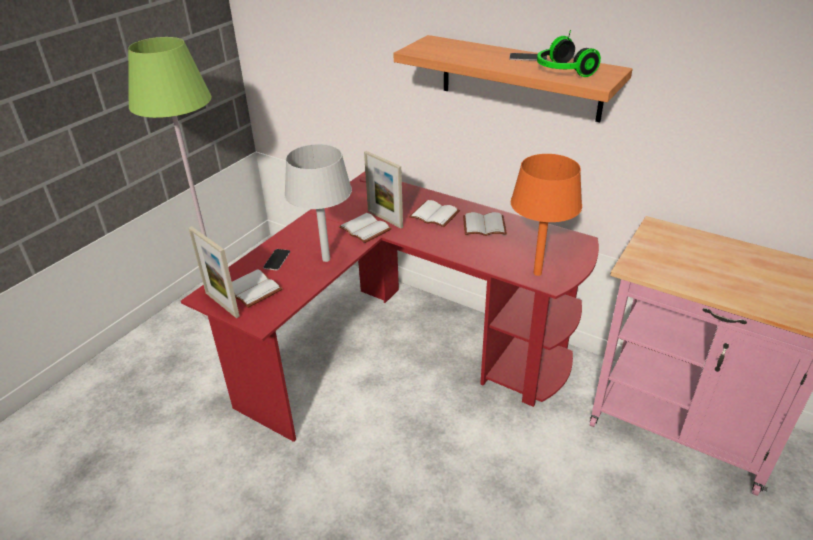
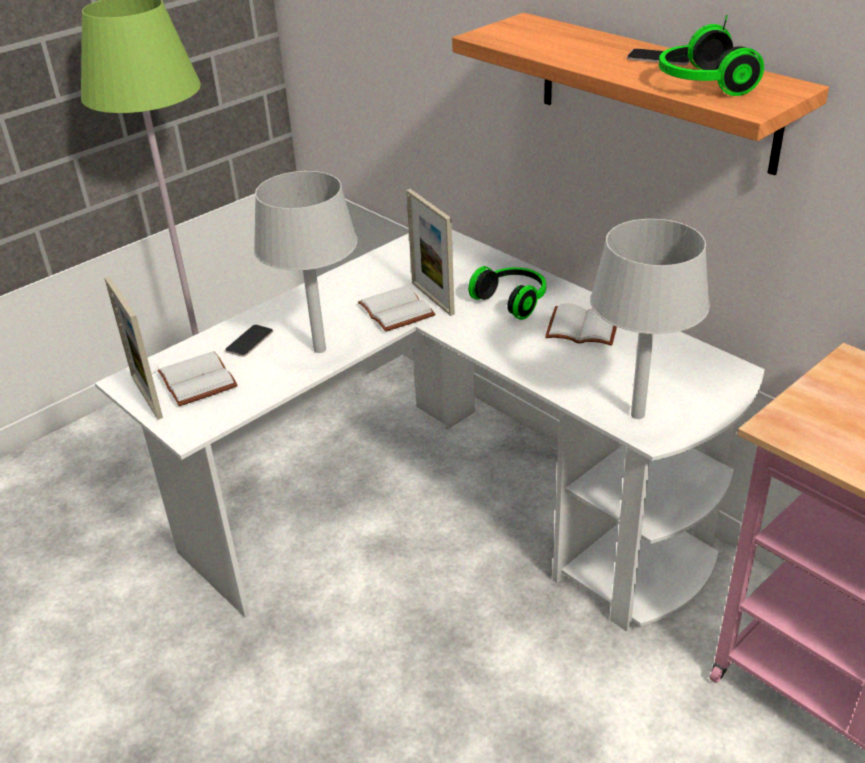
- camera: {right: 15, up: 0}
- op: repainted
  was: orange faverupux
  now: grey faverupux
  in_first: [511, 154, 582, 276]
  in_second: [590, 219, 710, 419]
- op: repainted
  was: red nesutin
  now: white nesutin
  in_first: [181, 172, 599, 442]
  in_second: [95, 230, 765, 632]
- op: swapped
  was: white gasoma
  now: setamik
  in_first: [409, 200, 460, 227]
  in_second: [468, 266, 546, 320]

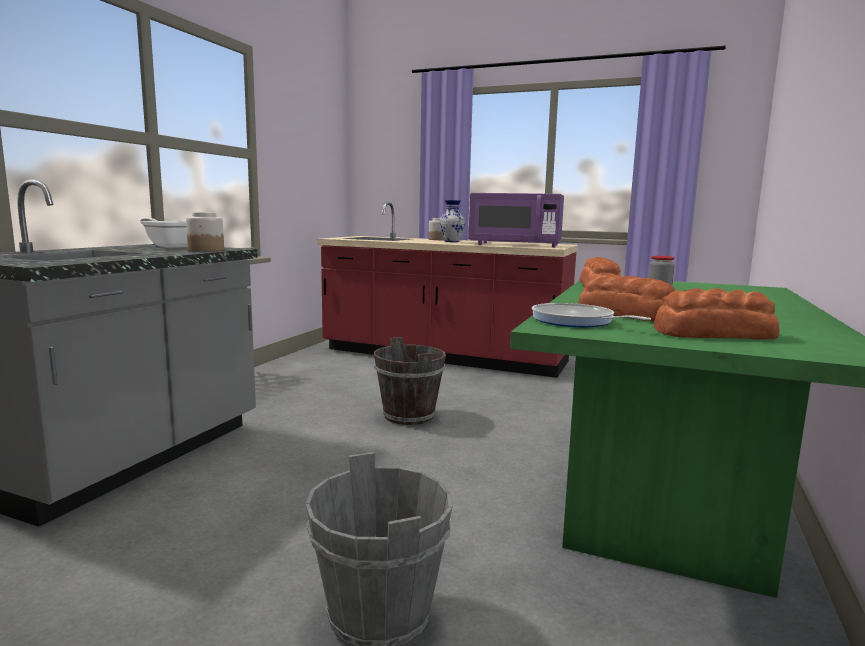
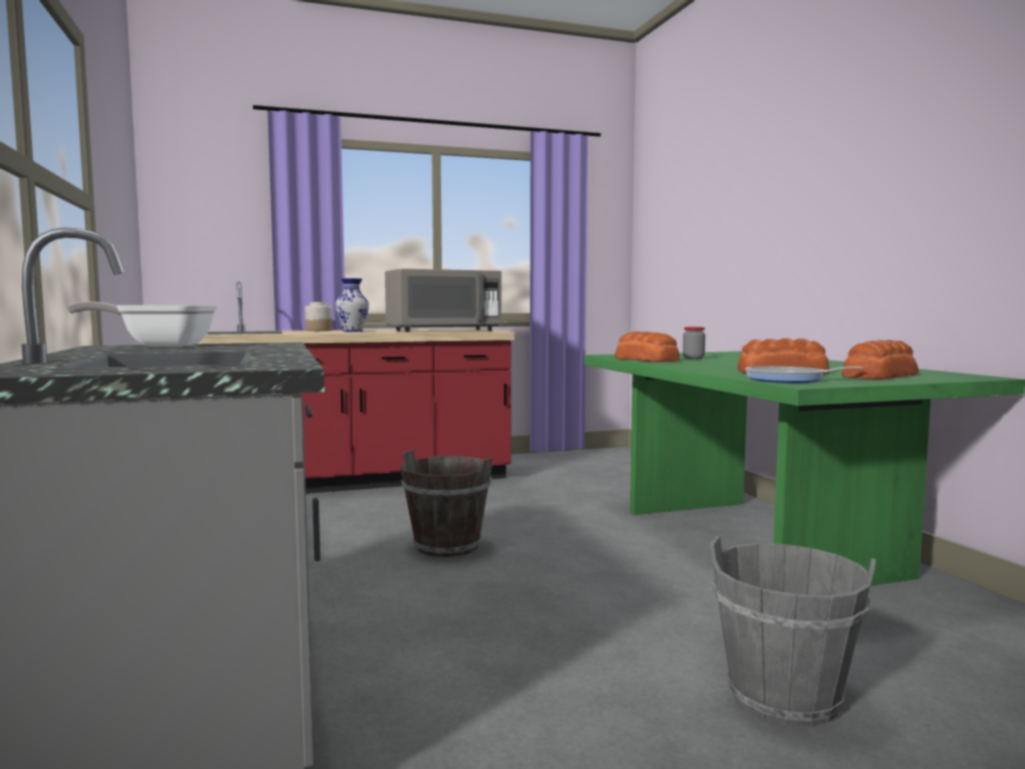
- camera: {right: -40, up: -5}
- op: repainted
  was: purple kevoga
  now: grey kevoga
  in_first: [468, 193, 564, 247]
  in_second: [385, 269, 502, 332]
- op: gone
  was: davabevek
  in_first: [186, 212, 224, 251]

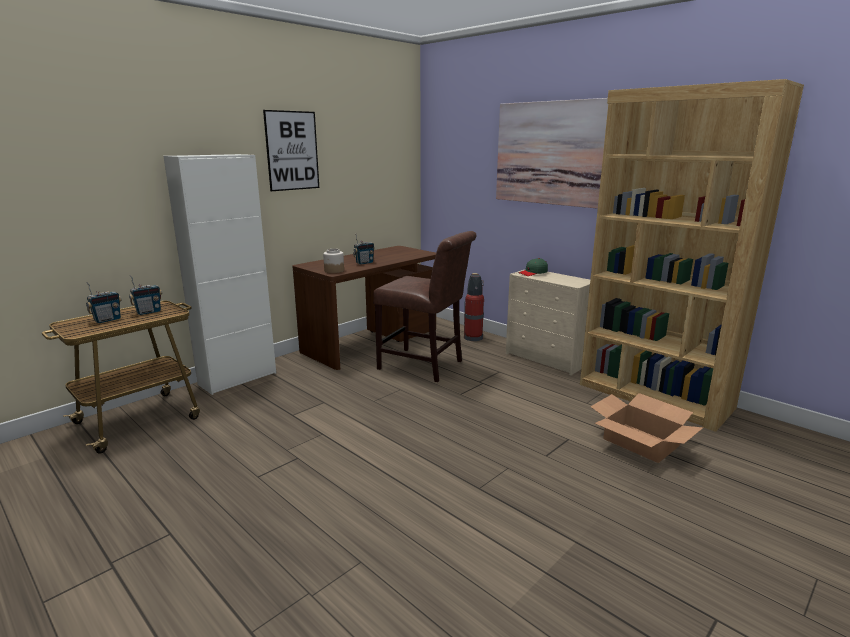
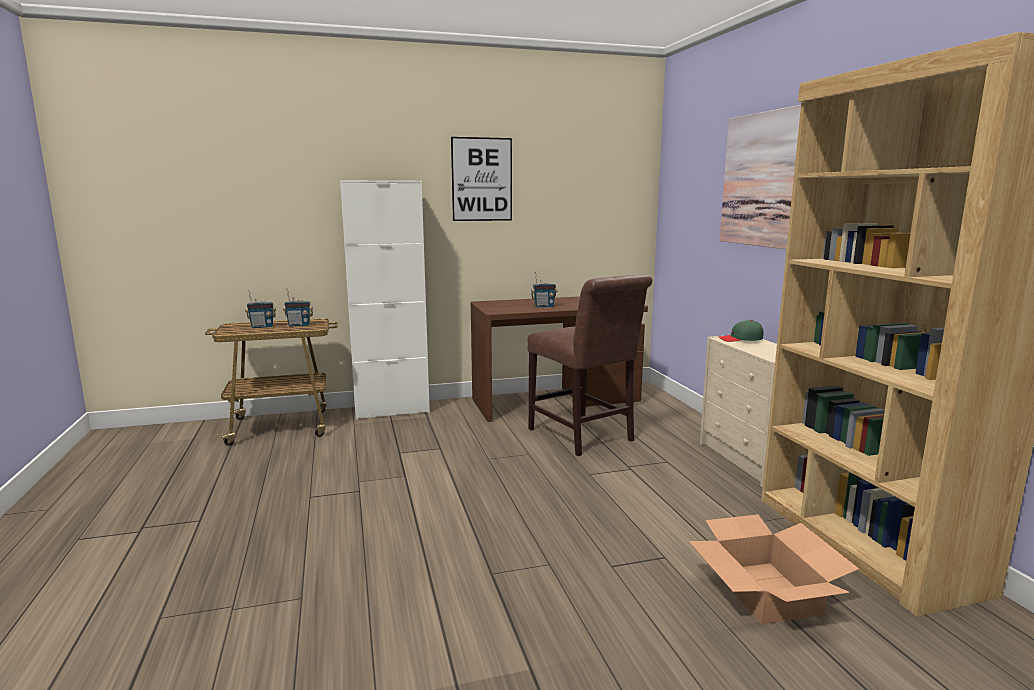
- camera: {right: 30, up: -5}
- op: gone
  was: davabevek
  in_first: [323, 249, 344, 273]
- op: gone
  was: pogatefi
  in_first: [464, 273, 484, 341]

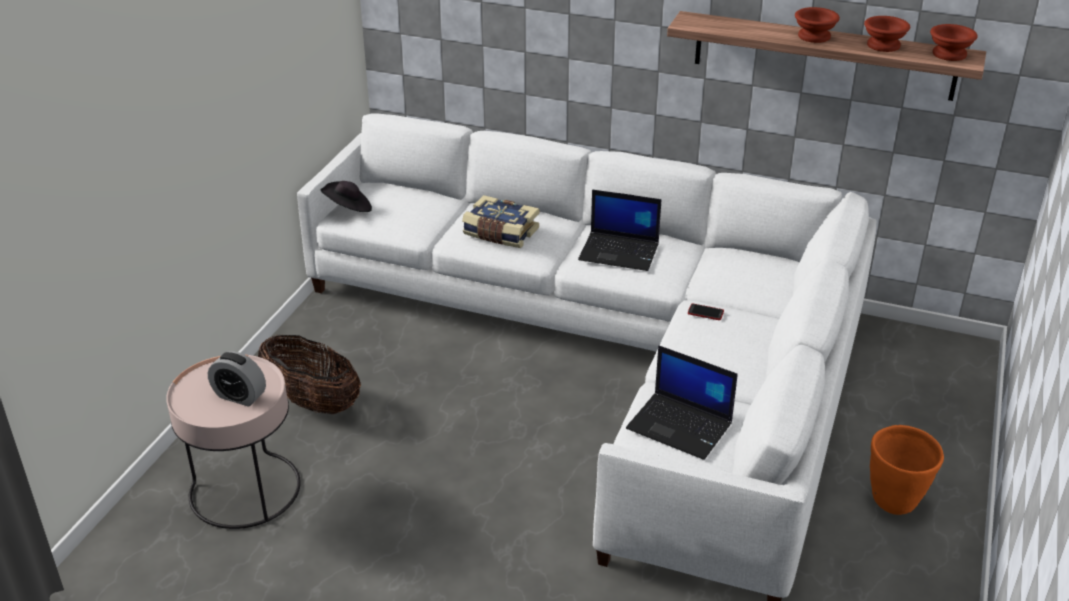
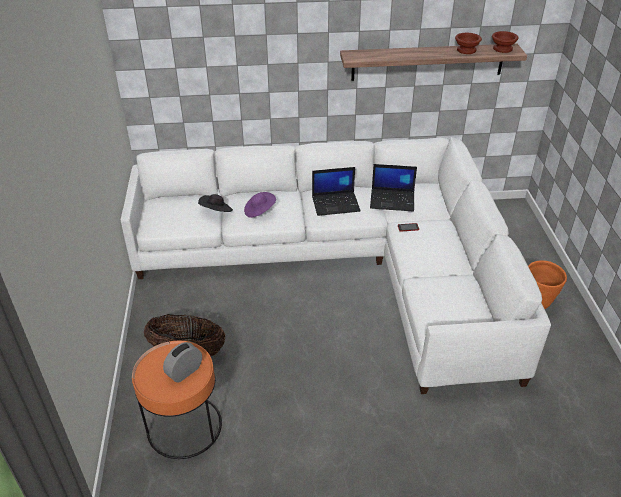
- camera: {right: -25, up: 5}
- op: gone
  was: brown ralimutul
  in_first: [795, 7, 840, 43]
- op: shifted
  was: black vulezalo
  in_first: [321, 181, 372, 212]
  in_second: [198, 194, 233, 212]
- op: swapped
  was: gasoma
  now: purple vulezalo
  in_first: [462, 195, 539, 248]
  in_second: [244, 192, 276, 218]
- op: shifted
  was: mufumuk
  in_first: [626, 345, 738, 460]
  in_second: [370, 164, 417, 212]
- op: rotated
  was: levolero
  in_first: [208, 351, 266, 407]
  in_second: [163, 342, 202, 382]
  clockwise: 135
- op: repainted
  was: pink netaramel
  now: orange netaramel
  in_first: [166, 355, 301, 529]
  in_second: [132, 341, 222, 459]

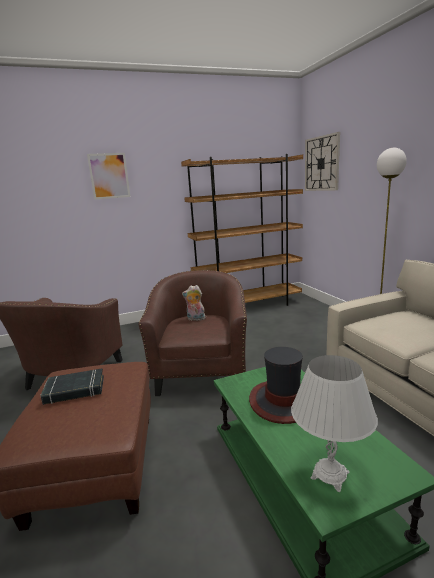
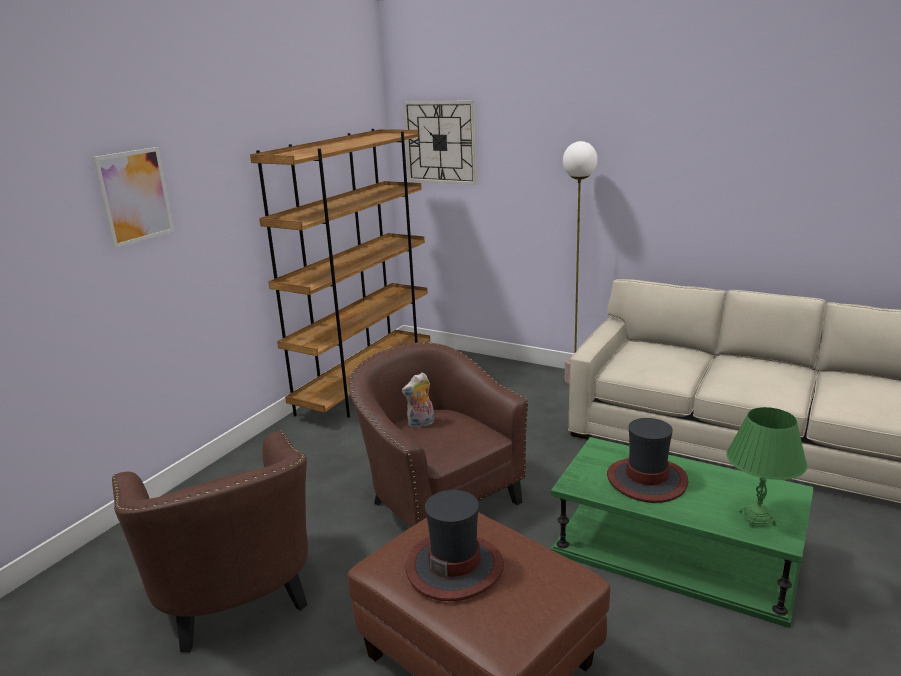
- camera: {right: -40, up: 5}
- op: repainted
  was: white faverupux
  now: green faverupux
  in_first: [291, 355, 378, 492]
  in_second: [726, 407, 807, 528]
- op: swapped
  was: black gasoma
  now: vulezalo
  in_first: [40, 368, 104, 405]
  in_second: [406, 490, 504, 601]

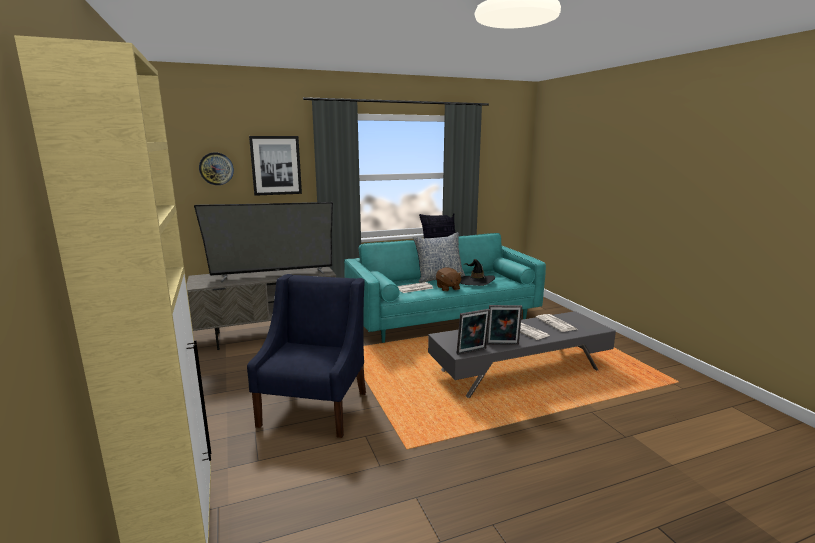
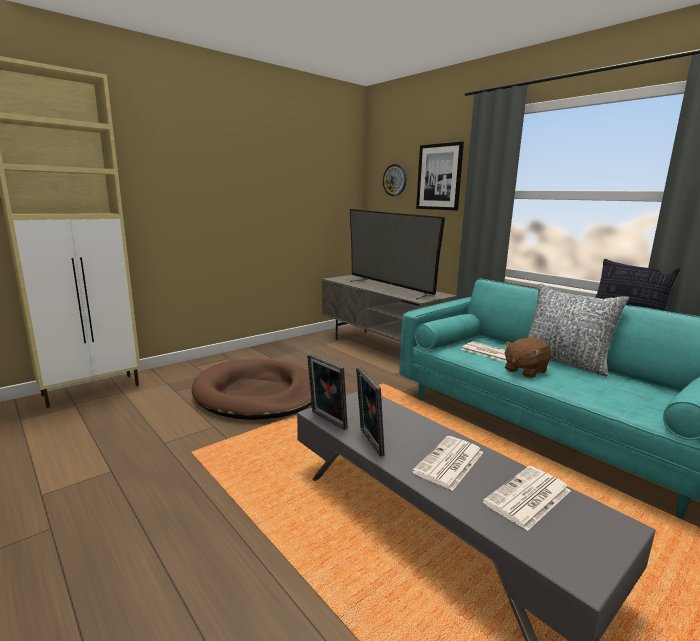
- camera: {right: 70, up: 0}
- op: gone
  was: black vulezalo
  in_first: [460, 259, 495, 286]
- op: swapped
  was: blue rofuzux
  now: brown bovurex
  in_first: [247, 274, 366, 438]
  in_second: [192, 359, 312, 420]

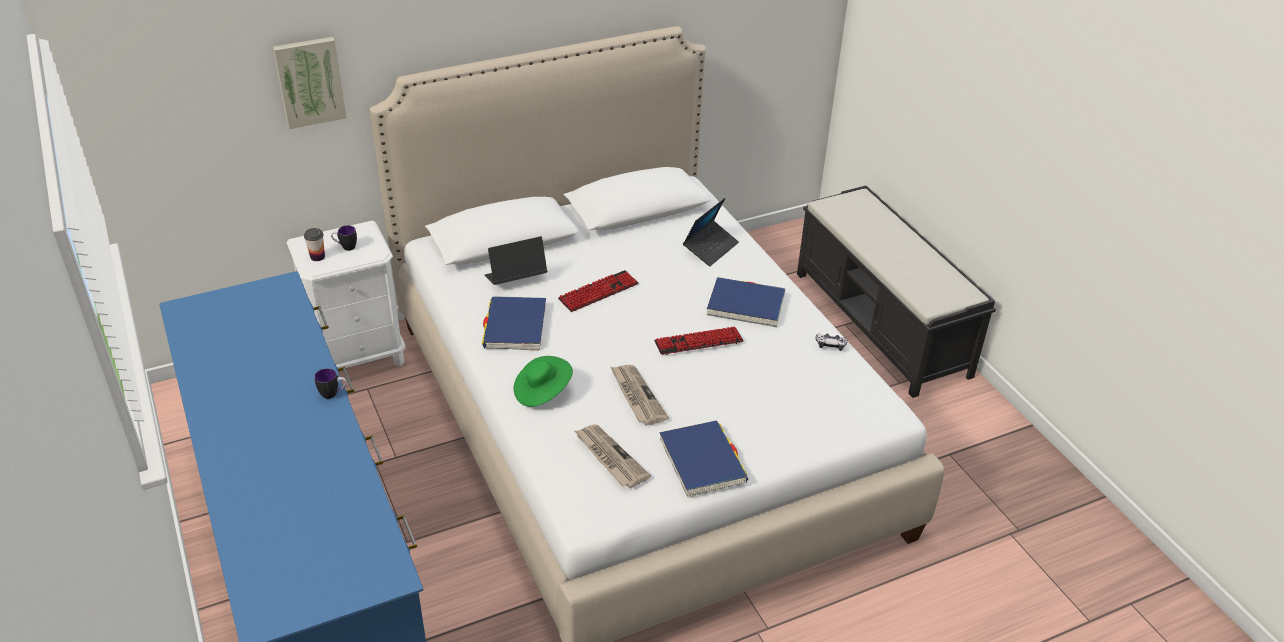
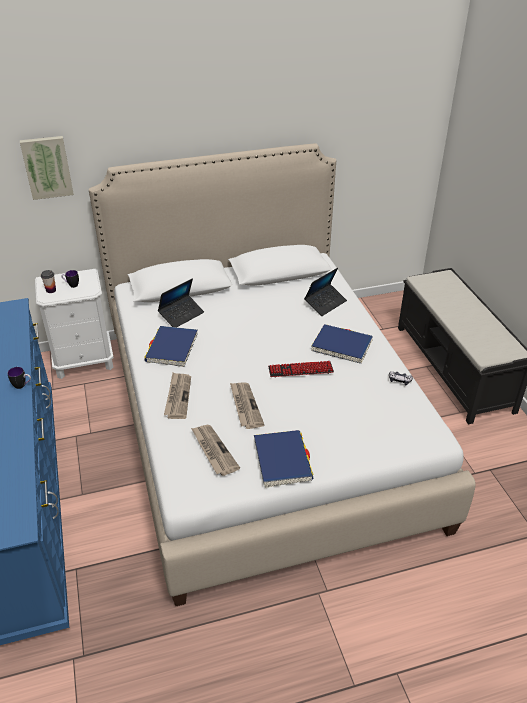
- camera: {right: 10, up: 0}
- op: rotated
  was: mufumuk
  in_first: [485, 236, 547, 285]
  in_second: [158, 279, 204, 327]
  clockwise: 150
- op: gone
  was: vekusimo
  in_first: [558, 270, 638, 312]
- op: swapped
  was: green vulezalo
  now: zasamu
  in_first: [513, 356, 573, 407]
  in_second: [164, 373, 191, 419]

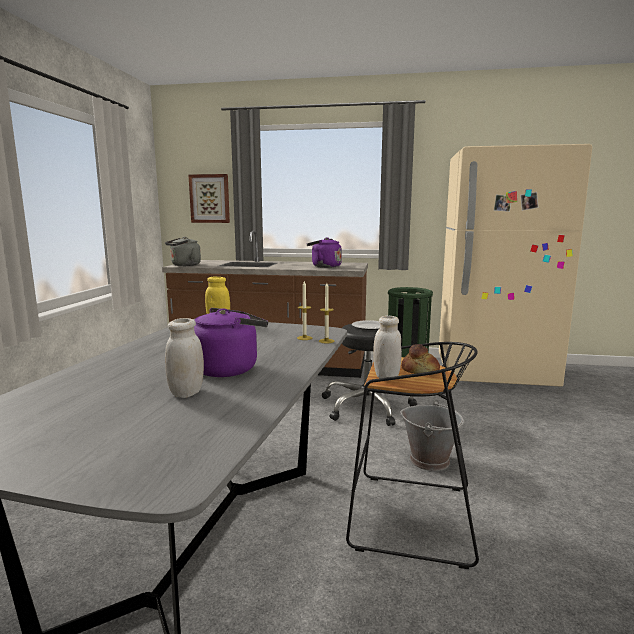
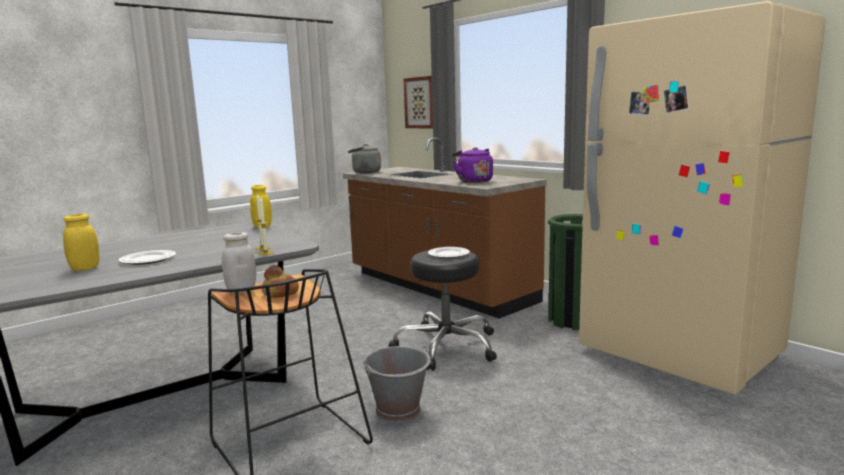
- camera: {right: 40, up: 0}
- op: swapped
  was: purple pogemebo
  now: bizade
  in_first: [194, 308, 268, 377]
  in_second: [118, 250, 176, 265]
- op: repainted
  was: white davabevek
  now: yellow davabevek
  in_first: [165, 318, 204, 398]
  in_second: [63, 214, 99, 271]

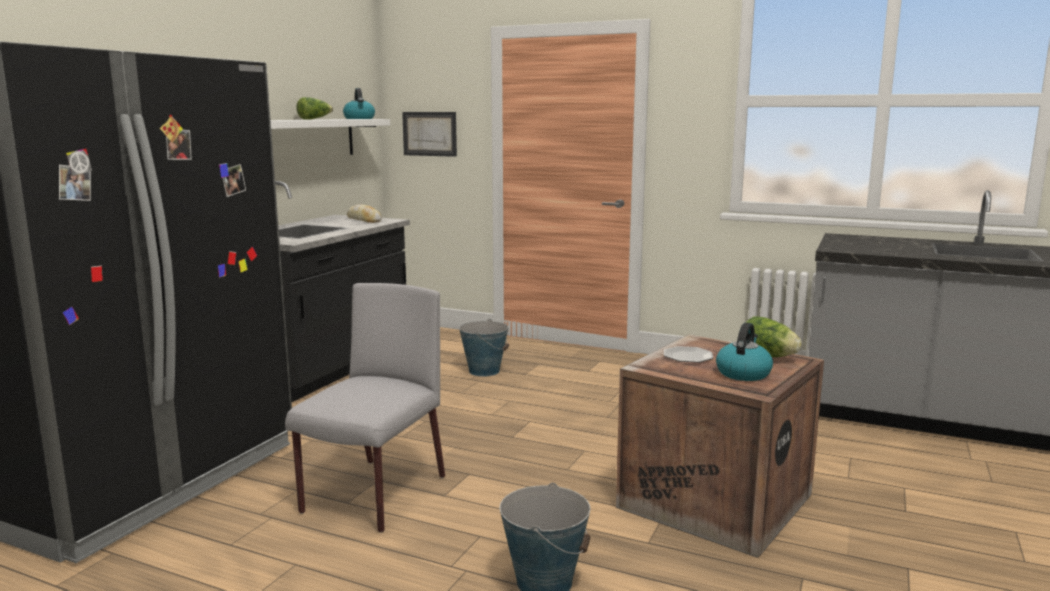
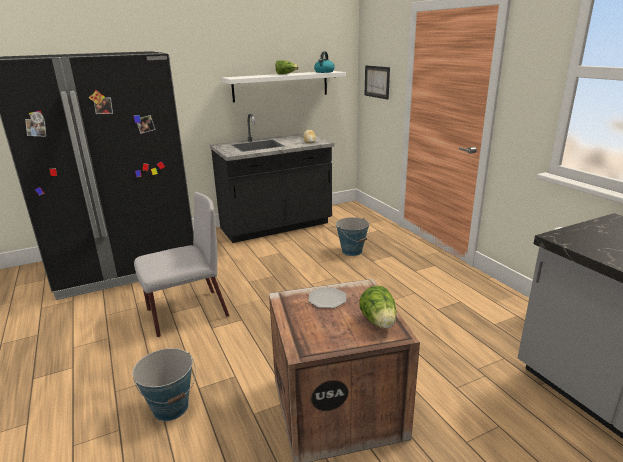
- camera: {right: 40, up: 10}
- op: gone
  was: pogemebo
  in_first: [716, 323, 773, 381]

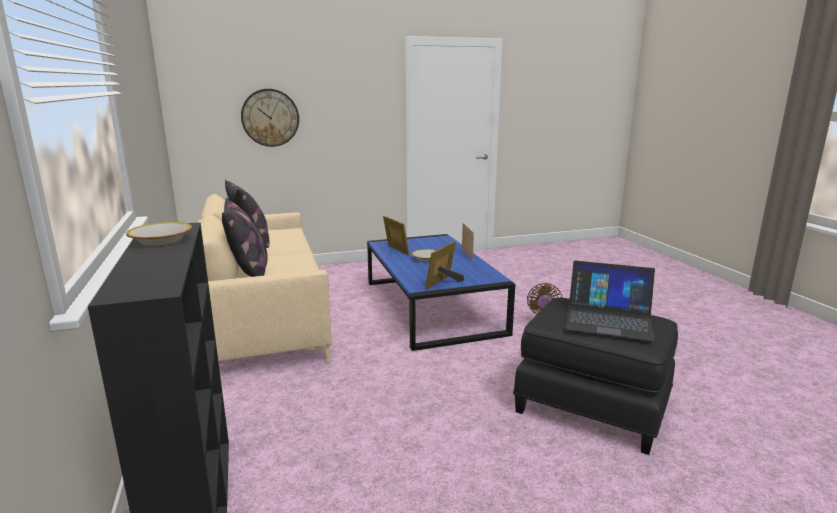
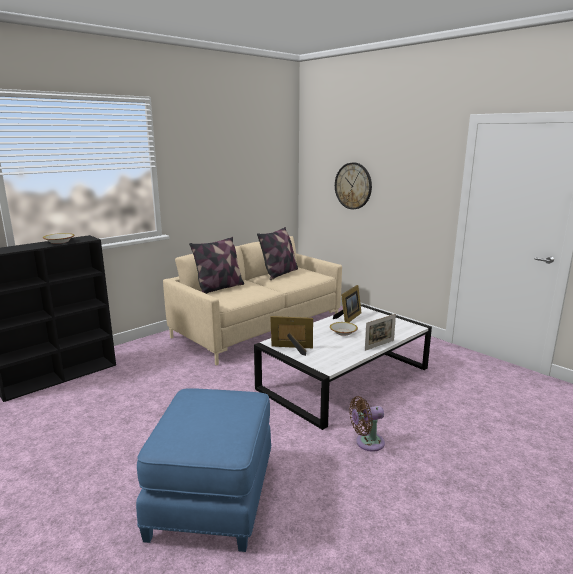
- camera: {right: 65, up: 0}
- op: repainted
  was: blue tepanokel
  now: white tepanokel
  in_first: [367, 234, 515, 351]
  in_second: [254, 305, 432, 430]
- op: gone
  was: mufumuk
  in_first: [565, 261, 655, 341]
- op: repainted
  was: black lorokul
  now: blue lorokul
  in_first: [513, 298, 678, 455]
  in_second: [136, 388, 271, 552]

